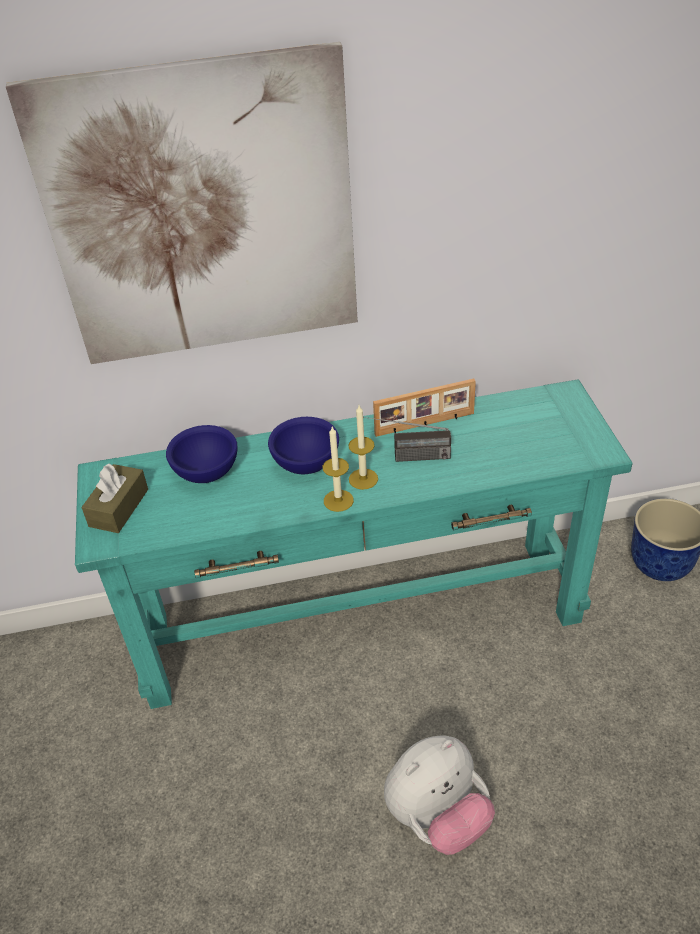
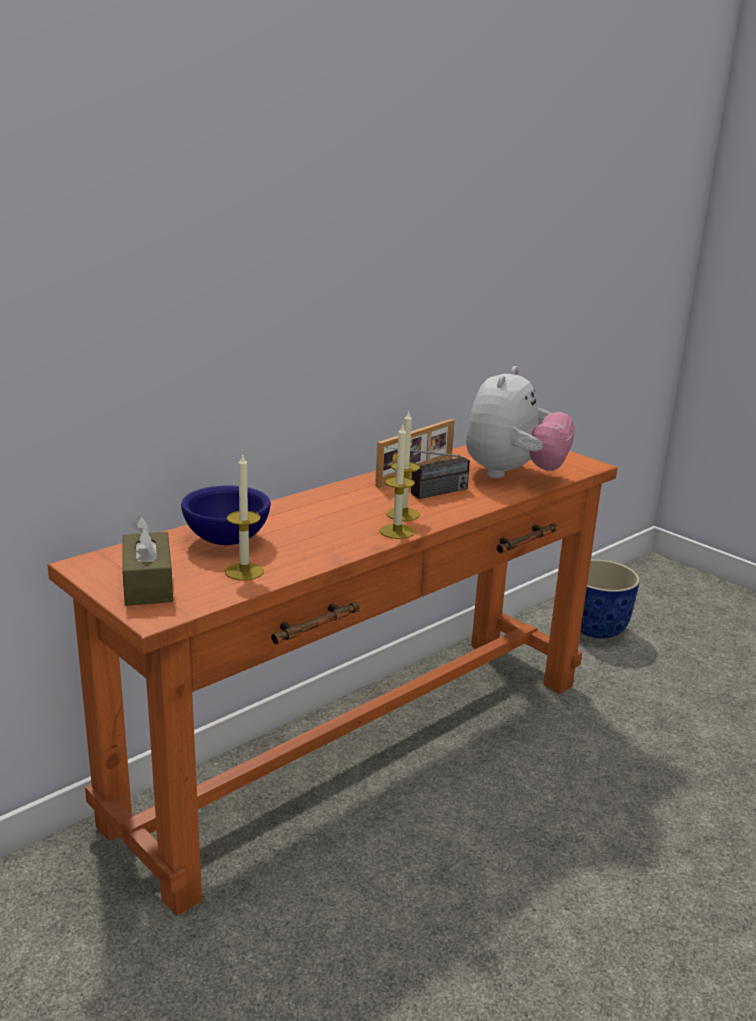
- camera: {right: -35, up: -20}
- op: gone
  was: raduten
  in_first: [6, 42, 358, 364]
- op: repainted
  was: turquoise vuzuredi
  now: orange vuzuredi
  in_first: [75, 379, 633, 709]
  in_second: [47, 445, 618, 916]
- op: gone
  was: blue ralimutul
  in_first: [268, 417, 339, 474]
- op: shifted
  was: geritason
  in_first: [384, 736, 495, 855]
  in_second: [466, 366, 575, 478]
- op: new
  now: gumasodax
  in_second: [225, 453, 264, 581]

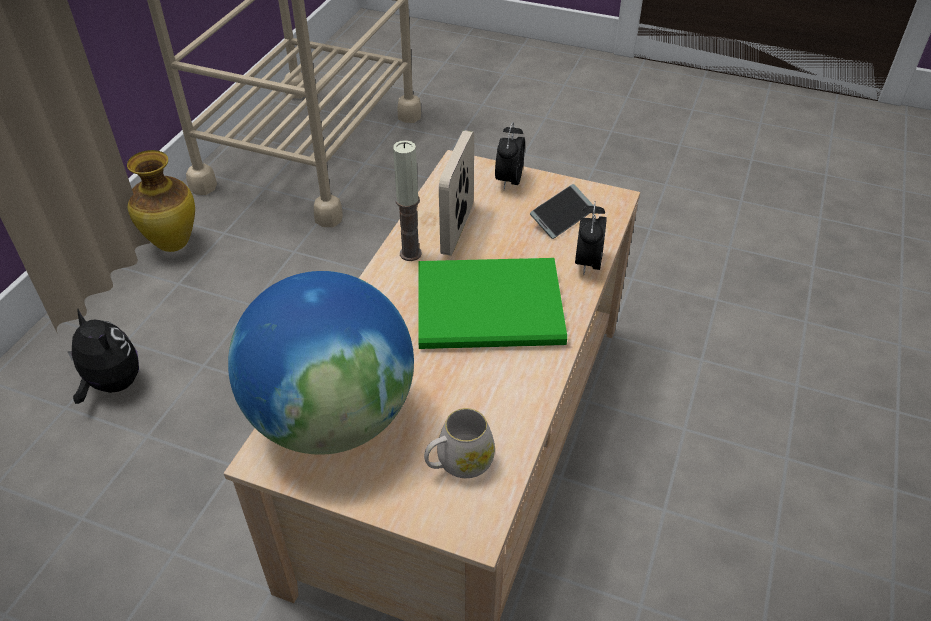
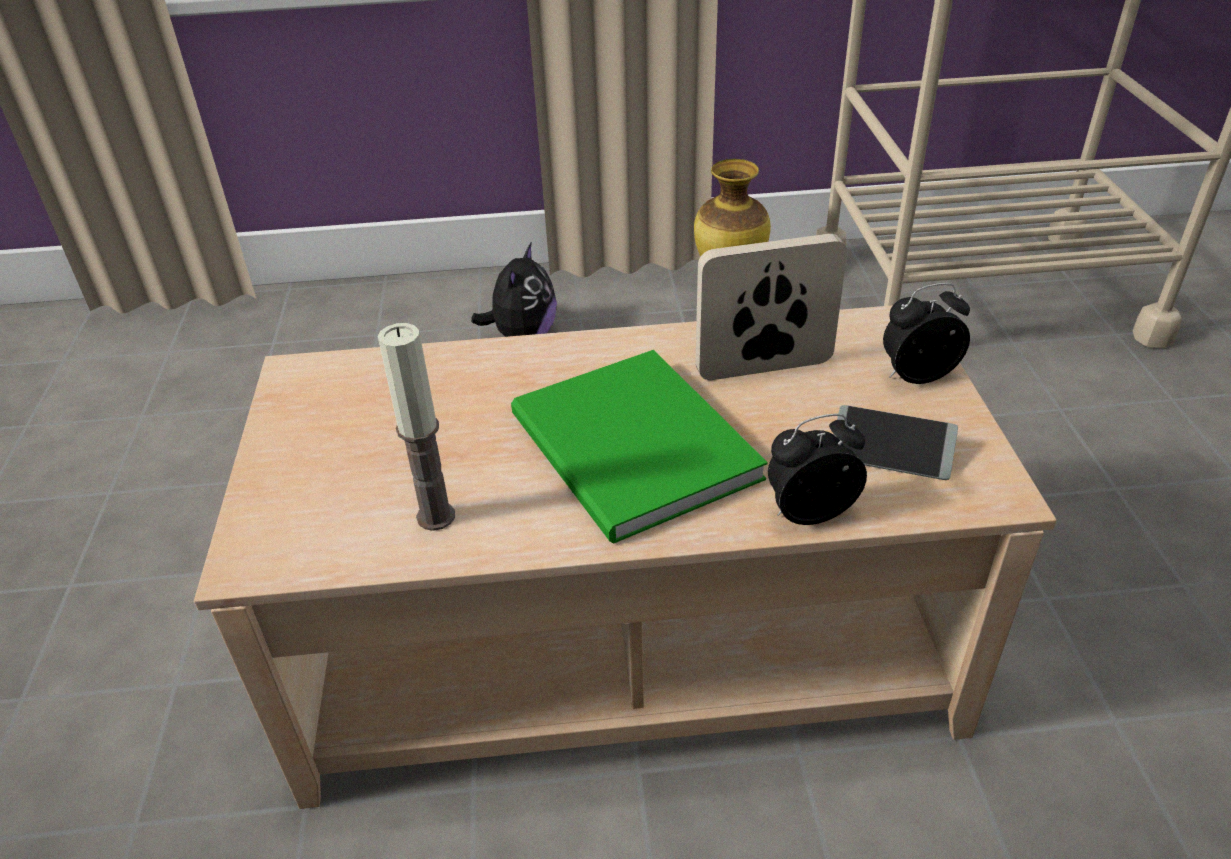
- camera: {right: 65, up: -5}
- op: shifted
  was: gumasodax
  in_first: [393, 140, 422, 261]
  in_second: [378, 323, 455, 531]
- op: gone
  was: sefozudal
  in_first: [228, 271, 414, 455]
- op: gone
  was: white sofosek
  in_first: [424, 408, 495, 478]

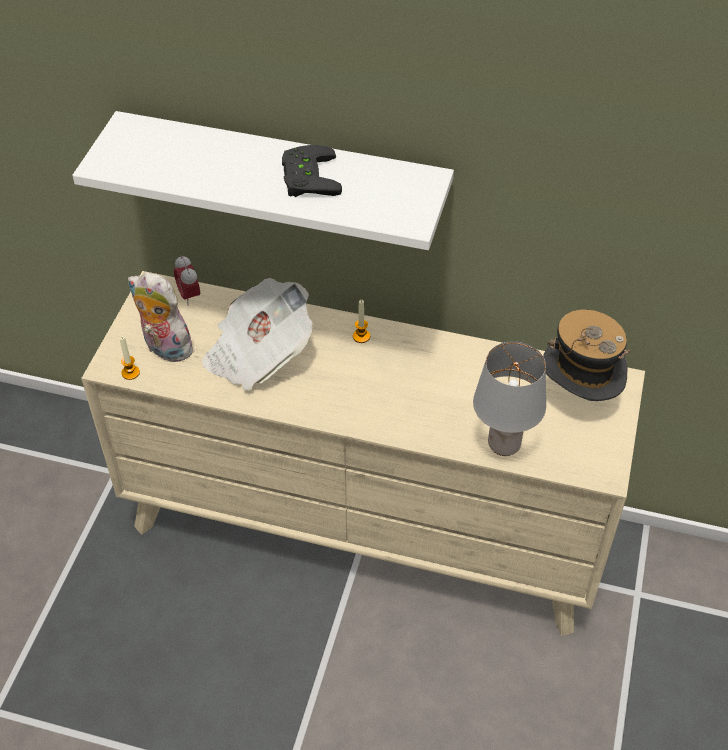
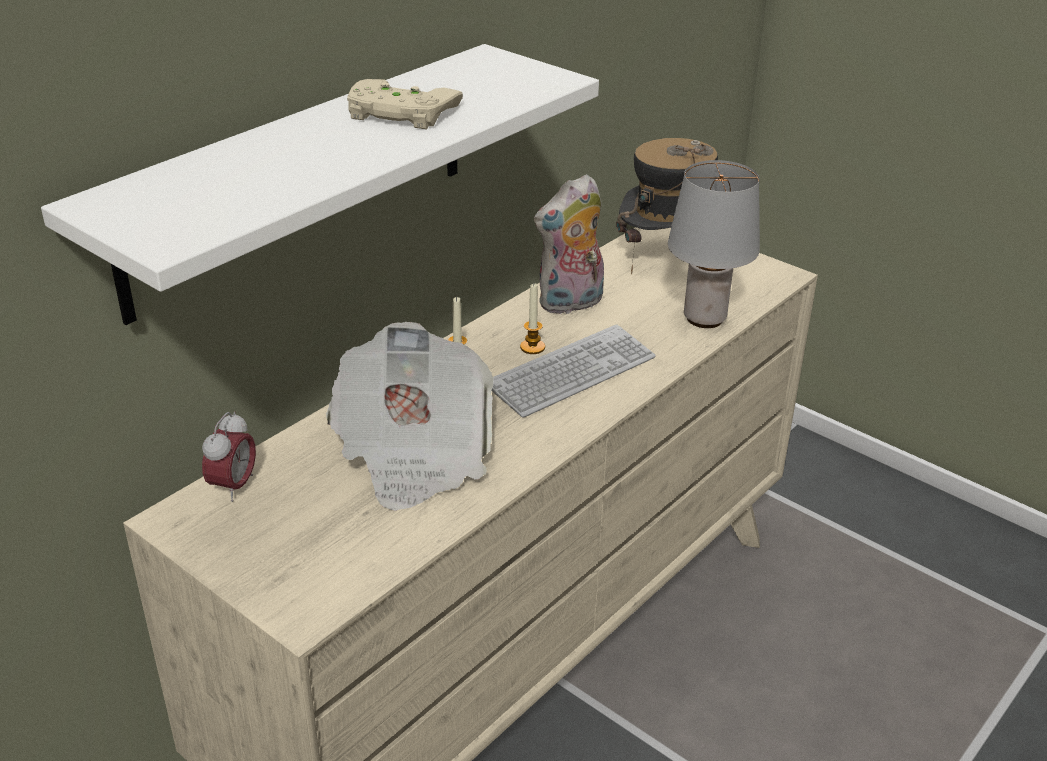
- camera: {right: -65, up: -15}
- op: repainted
  was: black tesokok
  now: beige tesokok
  in_first: [282, 145, 342, 197]
  in_second: [347, 79, 463, 129]
- op: rotated
  was: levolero
  in_first: [174, 255, 200, 306]
  in_second: [202, 411, 256, 502]
  clockwise: -75
- op: shifted
  was: geritason
  in_first: [128, 272, 199, 362]
  in_second: [534, 174, 604, 315]
- op: shifted
  was: gumasodax
  in_first: [120, 337, 140, 380]
  in_second: [520, 284, 545, 354]
- op: new
  now: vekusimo
  in_second: [492, 325, 656, 418]

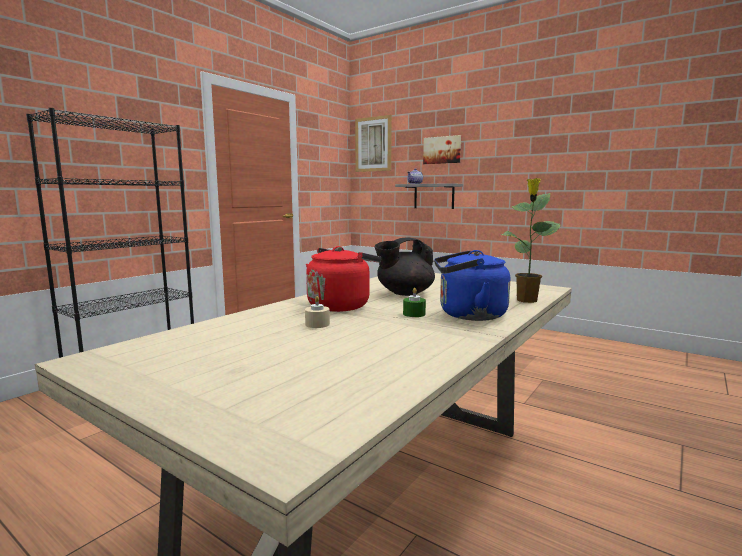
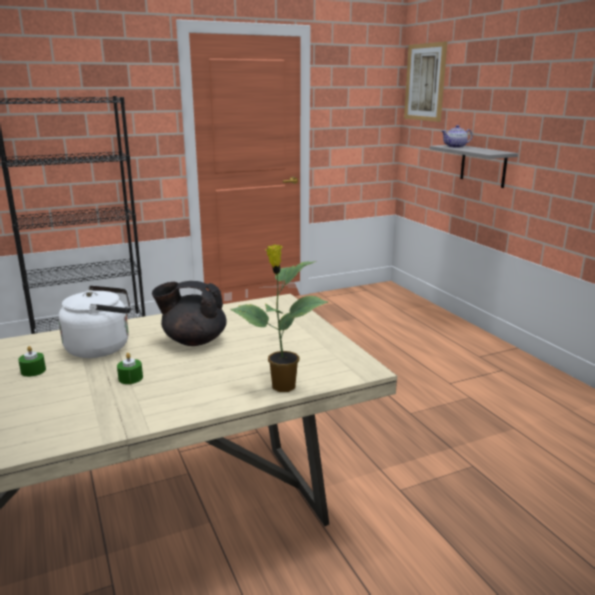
- camera: {right: 30, up: 10}
- op: gone
  was: raduten
  in_first: [423, 135, 461, 164]
- op: repainted
  was: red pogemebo
  now: white pogemebo
  in_first: [306, 246, 381, 312]
  in_second: [58, 285, 131, 358]
- op: gone
  was: blue pogemebo
  in_first: [434, 250, 510, 321]
- op: repainted
  was: beige gumasodax
  now: green gumasodax
  in_first: [305, 296, 330, 328]
  in_second: [18, 346, 46, 377]

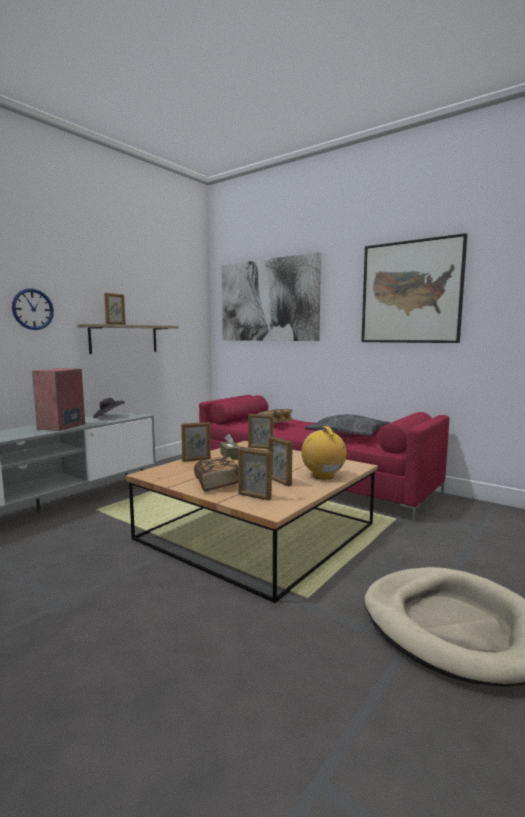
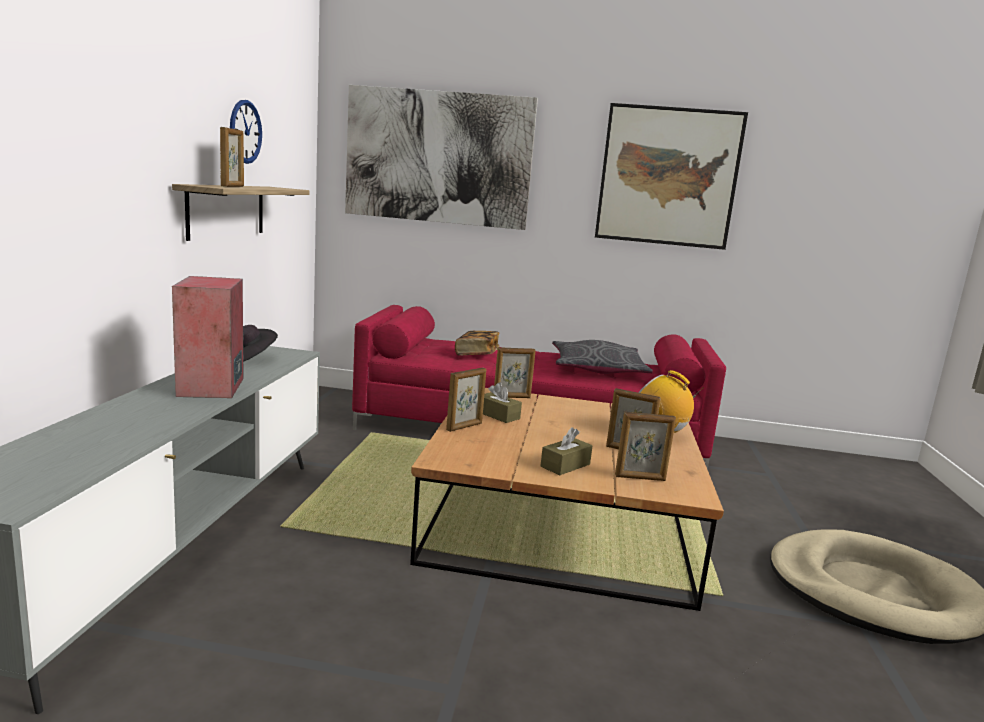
- camera: {right: -30, up: 5}
- op: shifted
  was: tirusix
  in_first: [12, 288, 54, 330]
  in_second: [230, 100, 262, 164]
- op: swapped
  was: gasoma
  now: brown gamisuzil
  in_first: [194, 456, 238, 492]
  in_second: [541, 427, 592, 475]

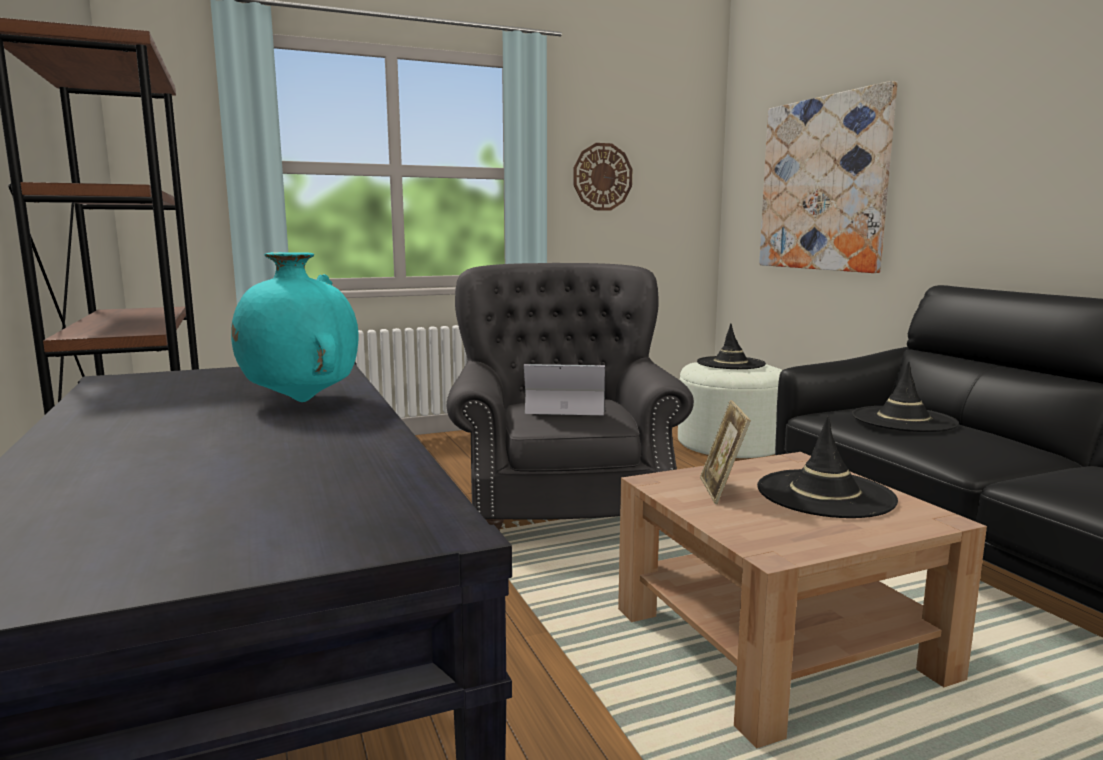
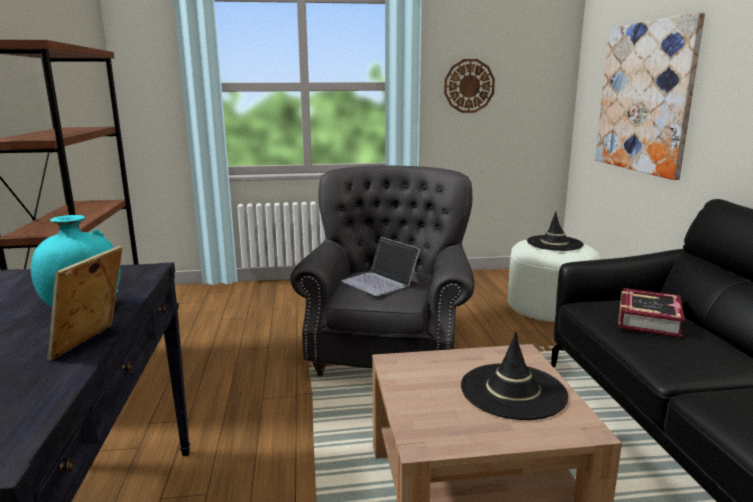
- camera: {right: 15, up: 5}
- op: swapped
  was: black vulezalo
  now: gasoma
  in_first: [852, 361, 959, 432]
  in_second: [618, 288, 685, 338]
- op: rotated
  was: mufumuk
  in_first: [524, 364, 605, 415]
  in_second: [341, 237, 420, 296]
  clockwise: -150
- op: shifted
  was: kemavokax
  in_first: [700, 400, 751, 504]
  in_second: [47, 246, 123, 361]

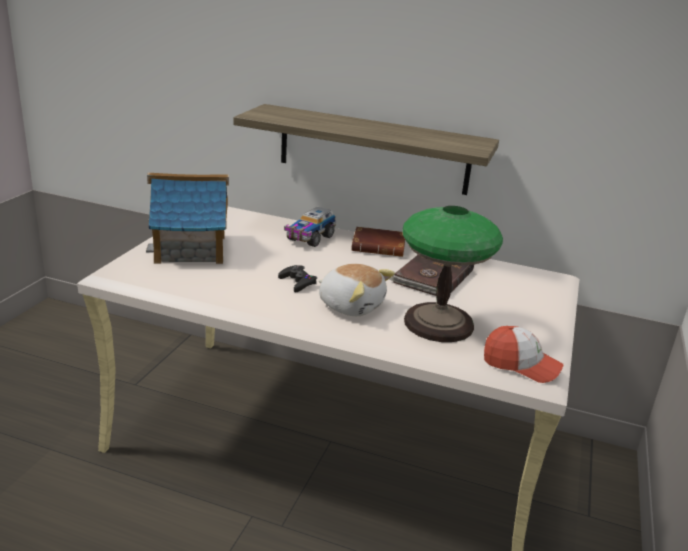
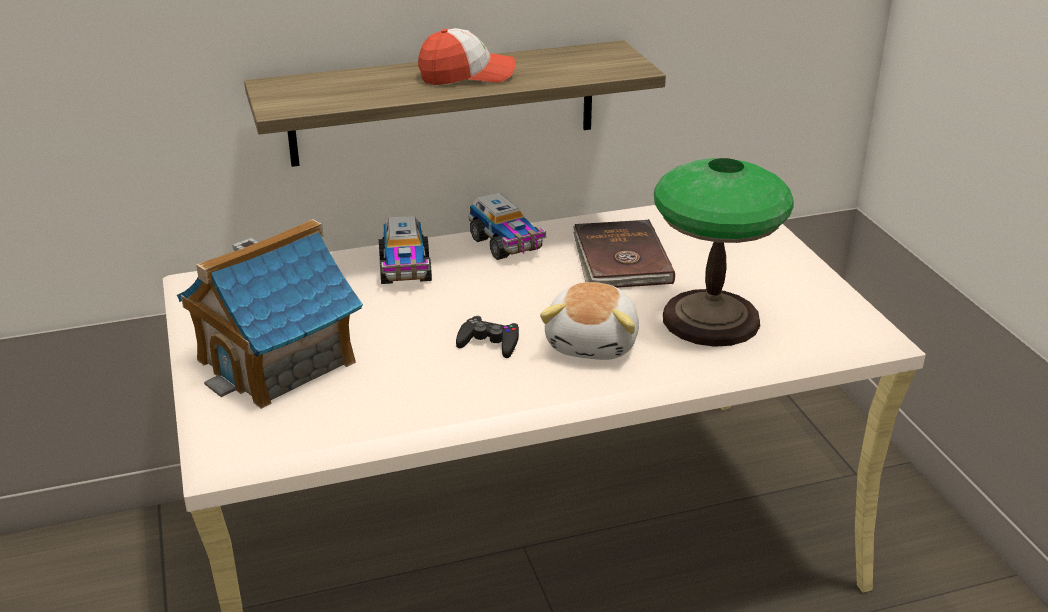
- camera: {right: -35, up: 5}
- op: swapped
  was: brown gasoma
  now: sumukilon
  in_first: [351, 227, 405, 257]
  in_second: [468, 193, 546, 260]
- op: rotated
  was: geritason
  in_first: [319, 264, 395, 316]
  in_second: [540, 282, 639, 360]
  clockwise: 105
- op: shifted
  was: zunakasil
  in_first: [484, 326, 563, 383]
  in_second: [418, 28, 515, 85]

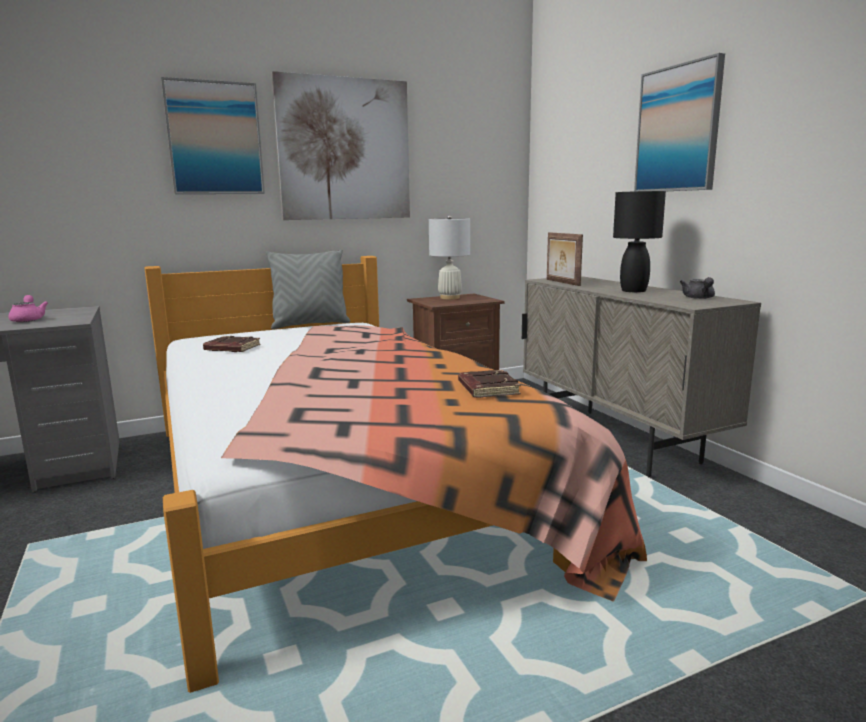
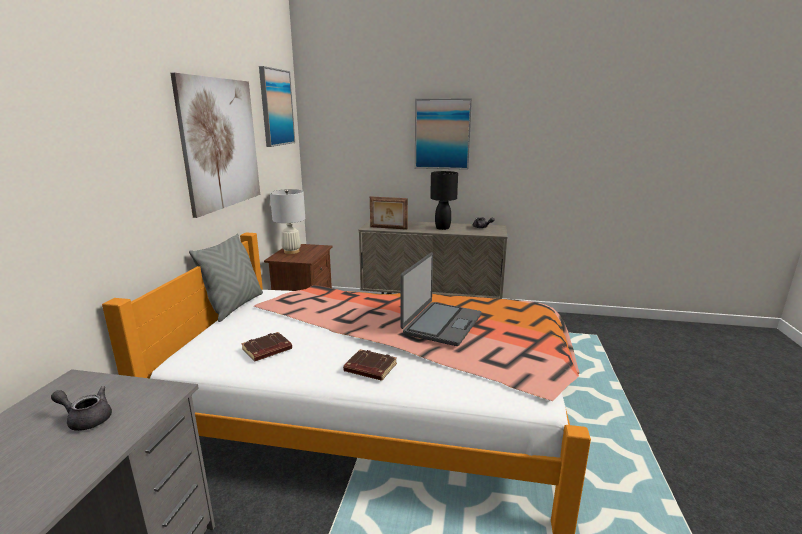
- camera: {right: -55, up: 5}
- op: shifted
  was: raduten
  in_first: [161, 77, 265, 194]
  in_second: [259, 66, 295, 147]
- op: repainted
  was: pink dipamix
  now: grey dipamix
  in_first: [8, 295, 48, 322]
  in_second: [51, 386, 112, 431]
- op: shifted
  was: brown gasoma
  in_first: [458, 370, 521, 398]
  in_second: [343, 349, 397, 381]
- op: new
  now: mufumuk
  in_second: [400, 252, 482, 346]

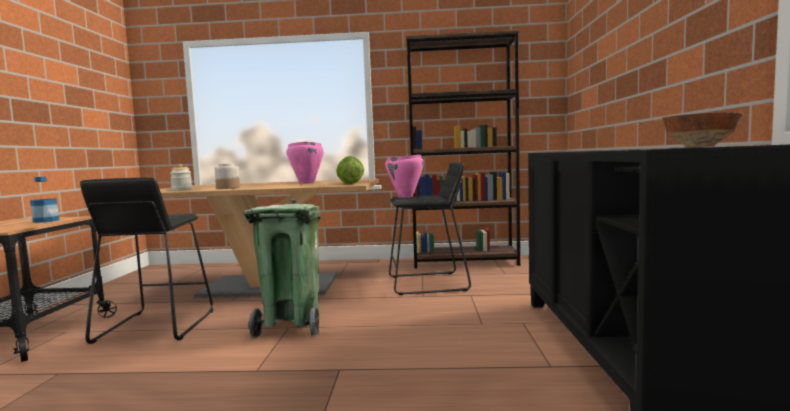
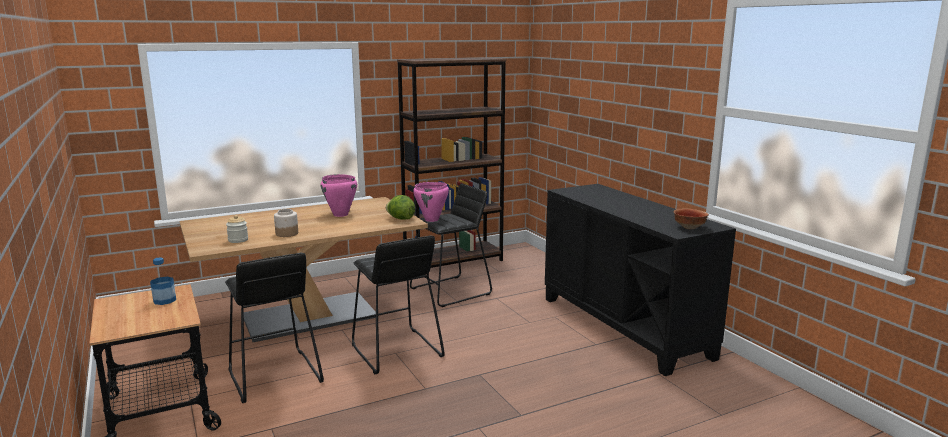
- camera: {right: -30, up: 10}
- op: swapped
  was: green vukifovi
  now: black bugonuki
  in_first: [243, 199, 321, 339]
  in_second: [352, 235, 445, 374]

